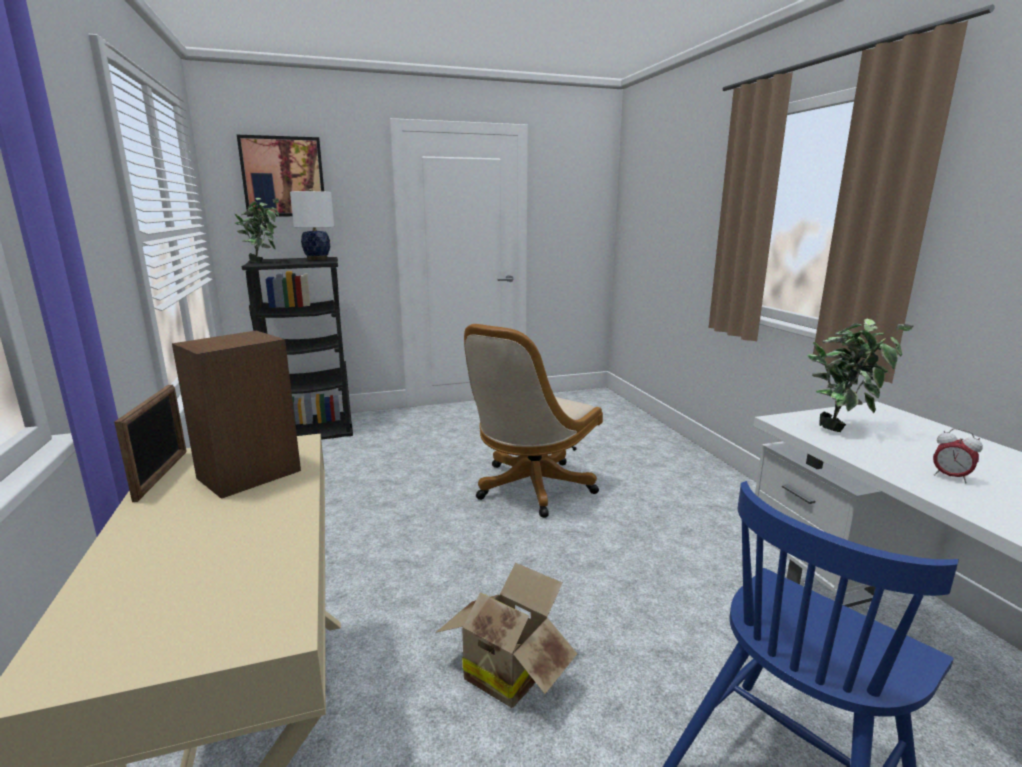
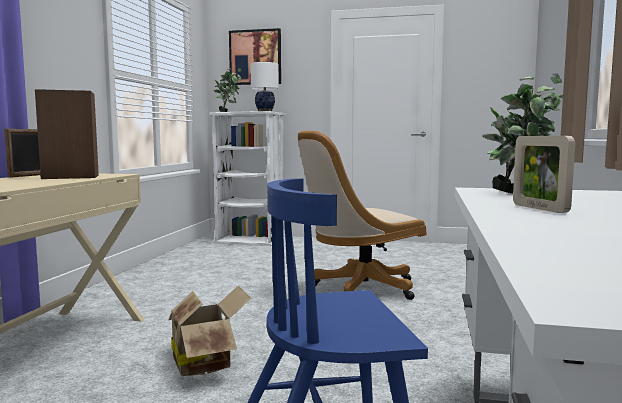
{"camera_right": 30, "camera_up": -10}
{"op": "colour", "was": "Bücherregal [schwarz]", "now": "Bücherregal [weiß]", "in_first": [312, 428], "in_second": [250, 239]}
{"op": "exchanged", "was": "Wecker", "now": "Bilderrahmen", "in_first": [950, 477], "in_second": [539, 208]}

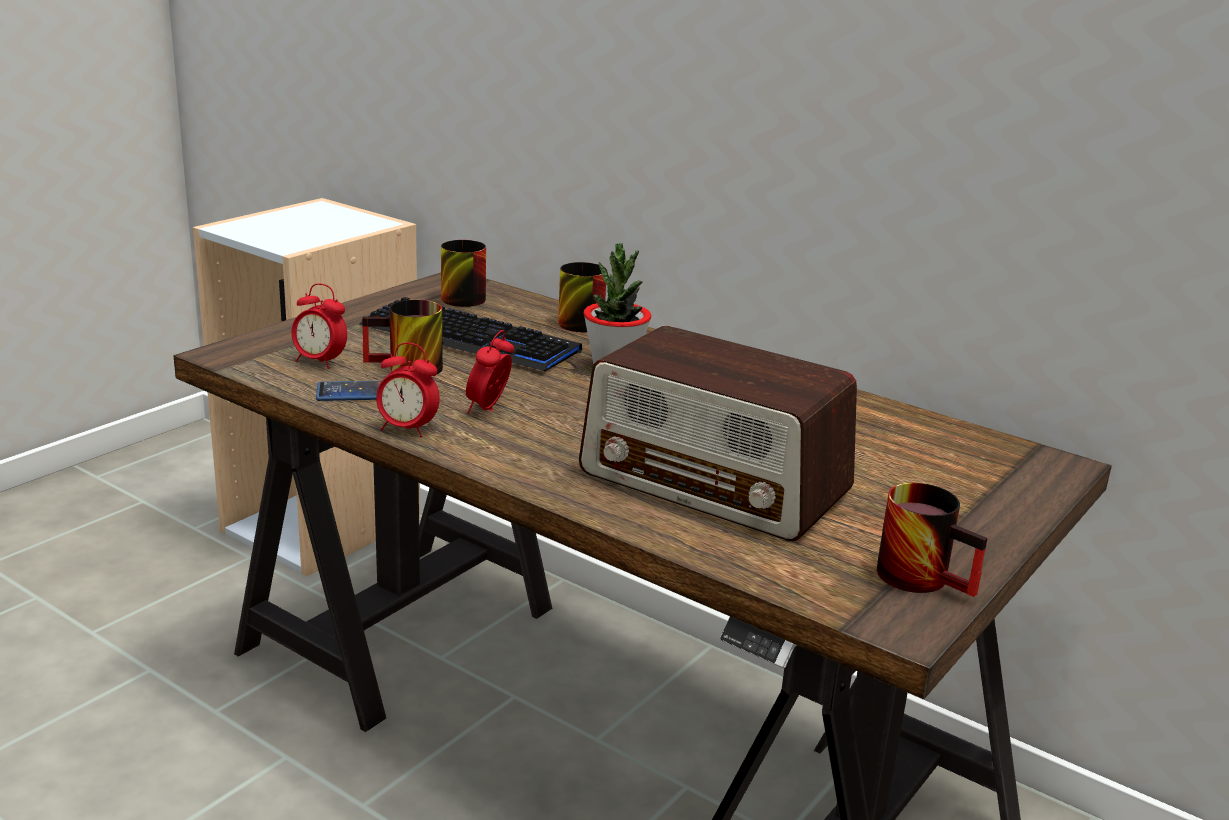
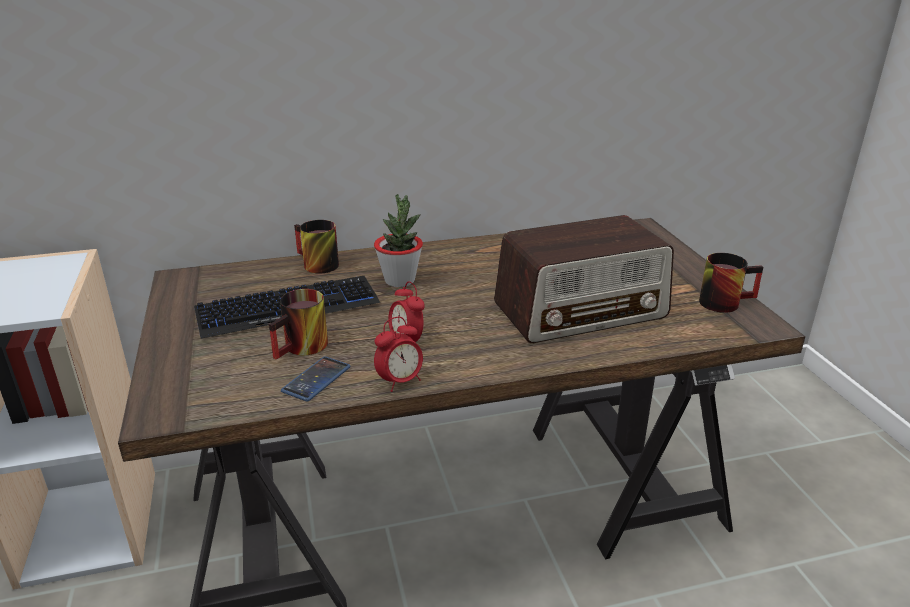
{"camera_right": -50, "camera_up": 5}
{"op": "missing", "was": "Wecker", "in_first": [320, 362]}
{"op": "missing", "was": "Henkelbecher", "in_first": [459, 296]}

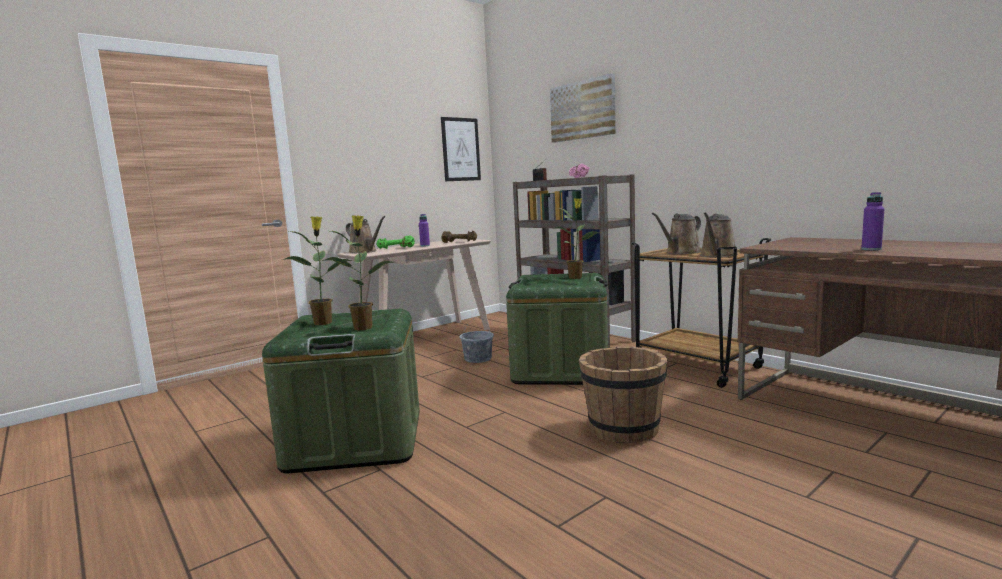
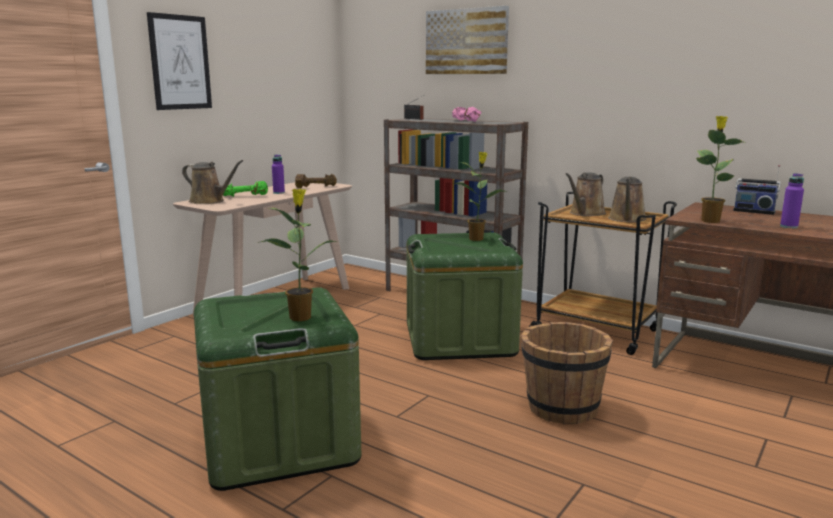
{"camera_right": -15, "camera_up": 5}
{"op": "relocated", "was": "Bild", "in_first": [461, 149], "in_second": [180, 62]}
{"op": "relocated", "was": "Topfpflanze", "in_first": [324, 322], "in_second": [710, 221]}
{"op": "appeared", "now": "Radio", "in_second": [754, 211]}
{"op": "missing", "was": "Eimer [grau]", "in_first": [478, 359]}

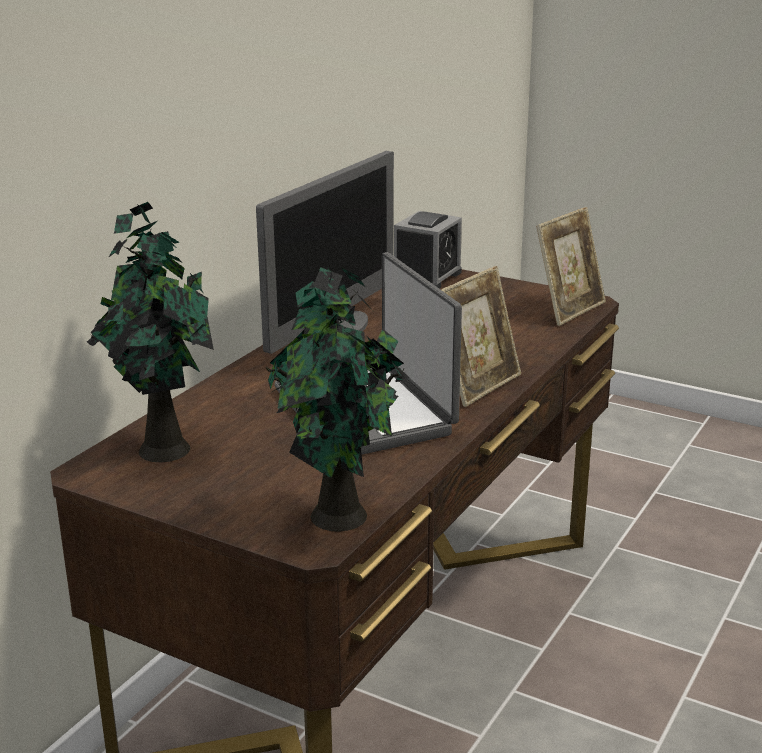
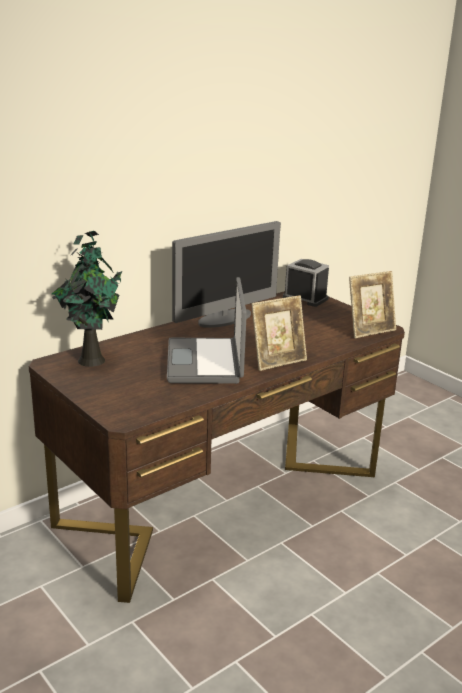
{"camera_right": 20, "camera_up": 0}
{"op": "spun", "was": "Wecker", "in_first": [427, 277], "in_second": [305, 298], "clockwise": -105}
{"op": "missing", "was": "Topfpflanze", "in_first": [340, 519]}

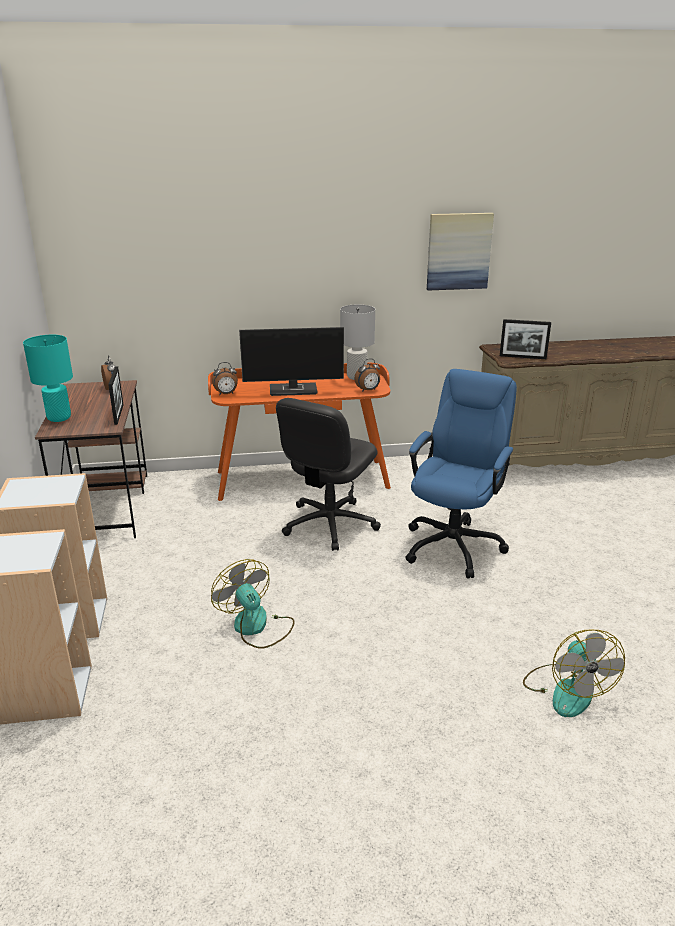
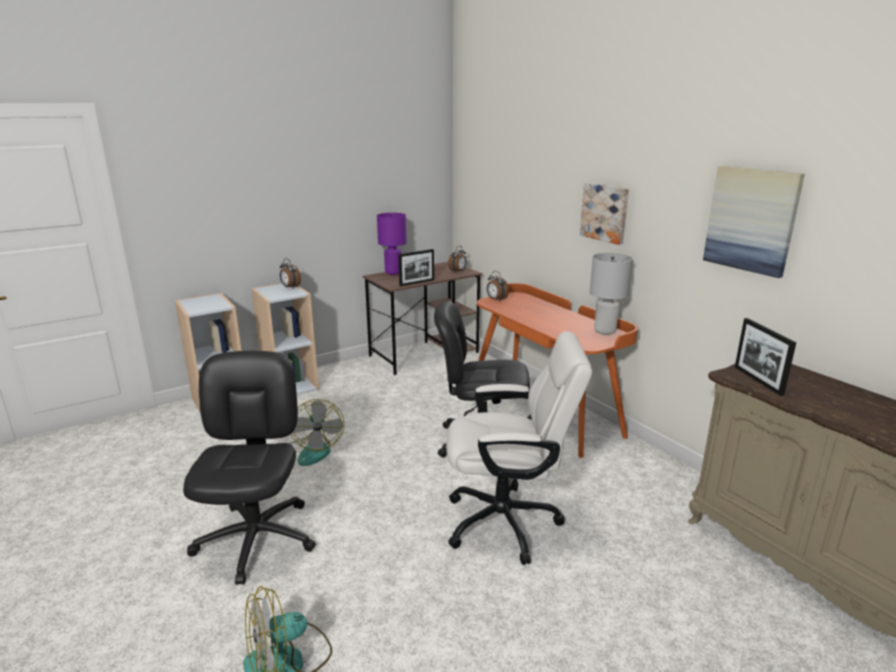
{"camera_right": 65, "camera_up": -5}
{"op": "appeared", "now": "Bürostuhl [schwarz]", "in_second": [257, 538]}
{"op": "relocated", "was": "Wecker", "in_first": [368, 390], "in_second": [290, 287]}
{"op": "spun", "was": "Ventilator", "in_first": [256, 627], "in_second": [313, 450], "clockwise": 135}
{"op": "colour", "was": "Tischlampe [türkis]", "now": "Tischlampe [lila]", "in_first": [60, 419], "in_second": [393, 273]}
{"op": "colour", "was": "Bürostuhl [blau]", "now": "Bürostuhl [weiß]", "in_first": [454, 545], "in_second": [508, 523]}
{"op": "appeared", "now": "Bild", "in_second": [605, 212]}
{"op": "missing", "was": "Monitor", "in_first": [294, 390]}

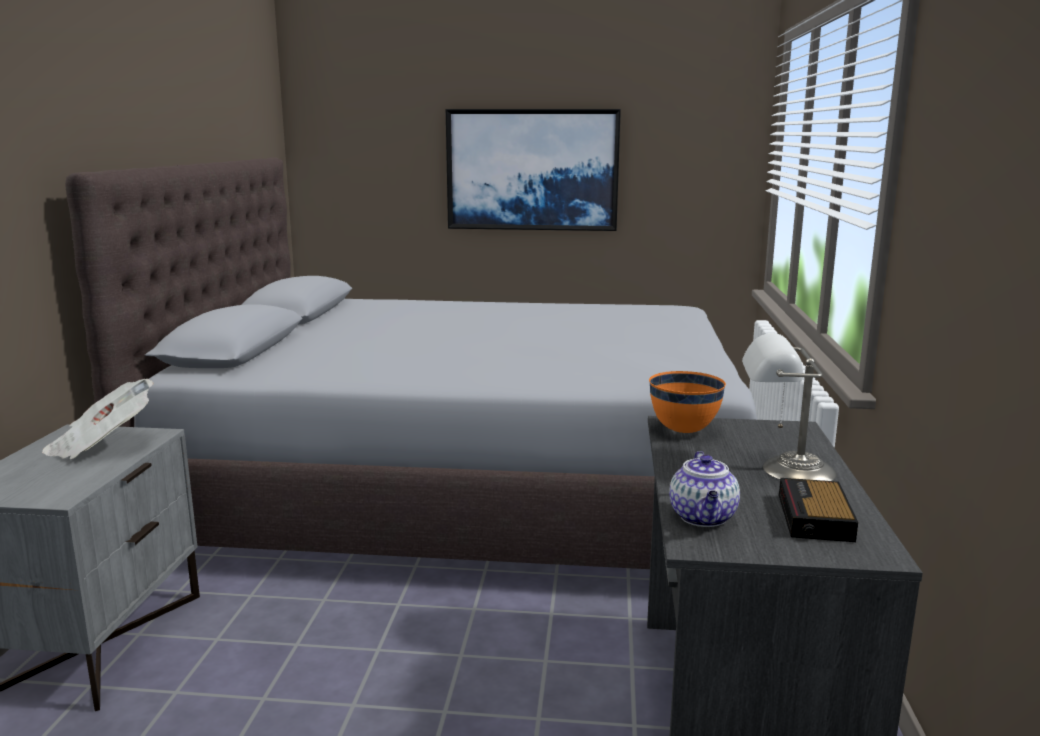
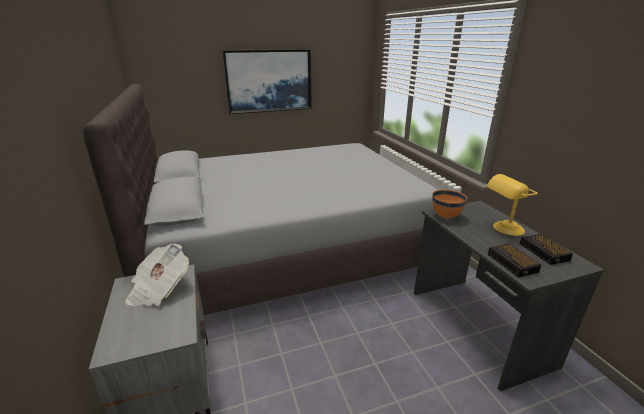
{"camera_right": -25, "camera_up": 10}
{"op": "colour", "was": "Tischlampe [weiß]", "now": "Tischlampe [gelb]", "in_first": [783, 470], "in_second": [504, 229]}
{"op": "exchanged", "was": "Teekanne", "now": "Wecker", "in_first": [703, 518], "in_second": [513, 263]}

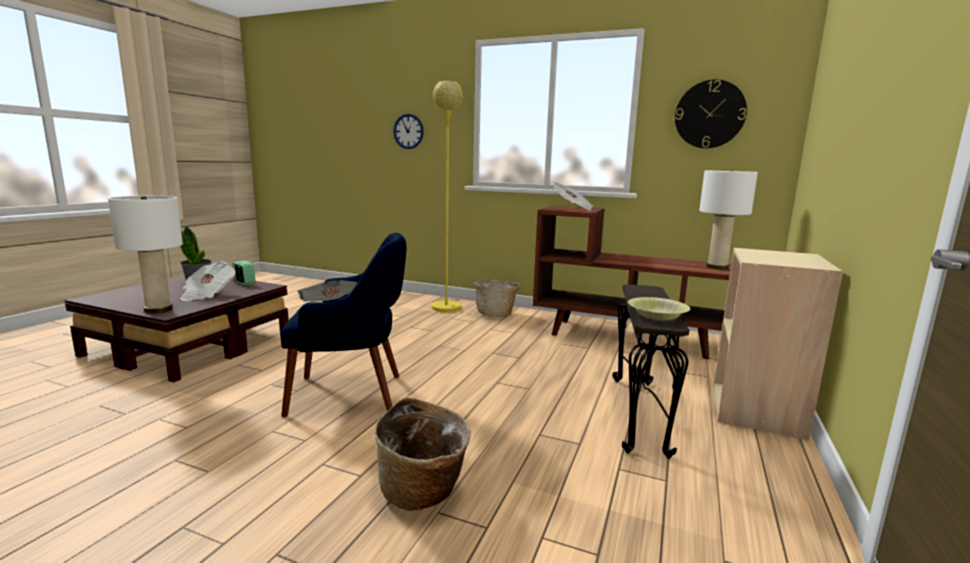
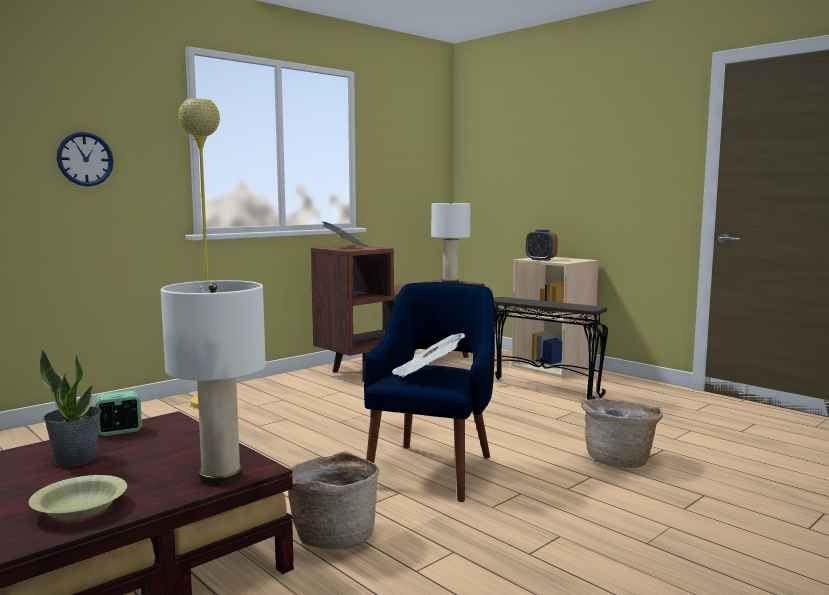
{"camera_right": -65, "camera_up": -5}
{"op": "relocated", "was": "Schüssel [gelb]", "in_first": [657, 315], "in_second": [80, 508]}
{"op": "relocated", "was": "Korb", "in_first": [495, 314], "in_second": [333, 536]}
{"op": "appeared", "now": "Wecker", "in_second": [541, 259]}
{"op": "missing", "was": "Zeitung", "in_first": [207, 294]}
{"op": "missing", "was": "Wanduhr", "in_first": [709, 114]}

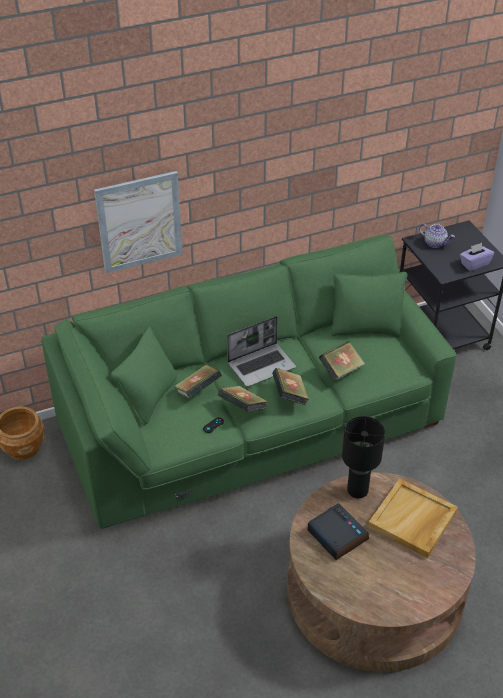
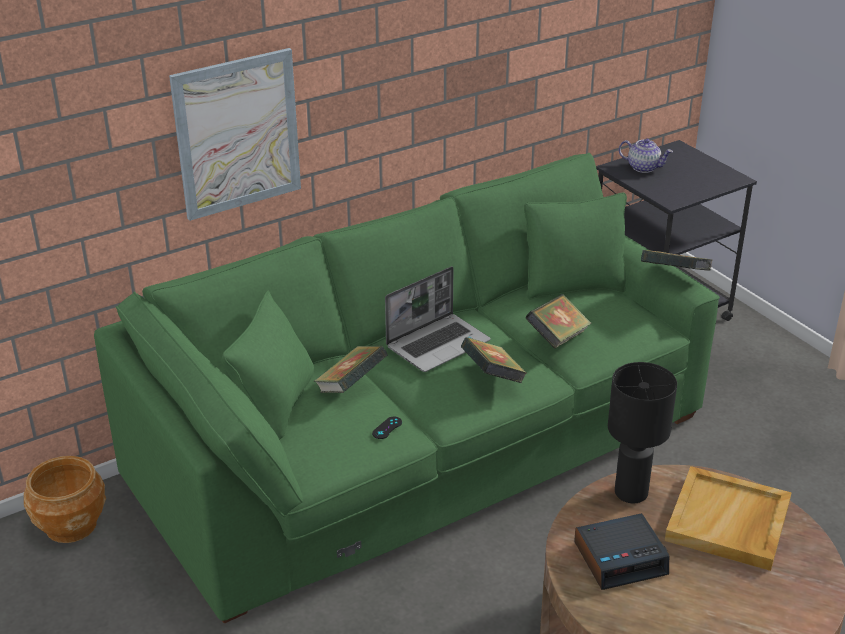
{"camera_right": -10, "camera_up": -10}
{"op": "spun", "was": "Wecker", "in_first": [336, 535], "in_second": [621, 558], "clockwise": 120}
{"op": "relocated", "was": "Buch", "in_first": [243, 408], "in_second": [674, 277]}
{"op": "missing", "was": "Taschentuchbox [lila]", "in_first": [474, 264]}

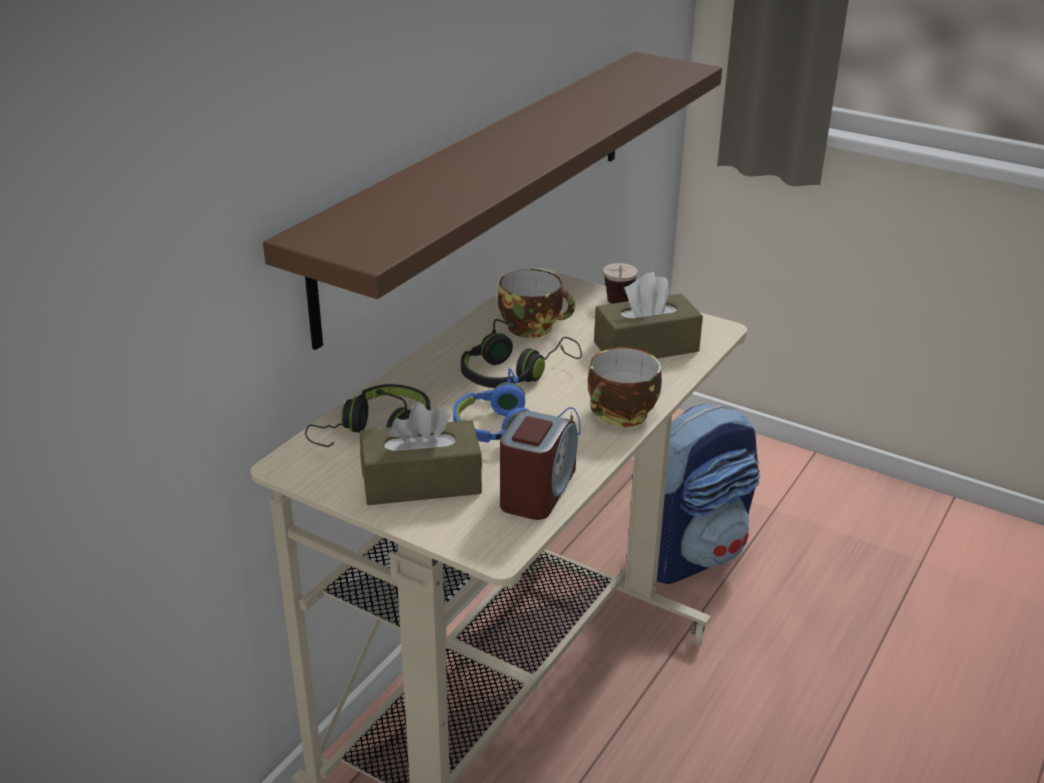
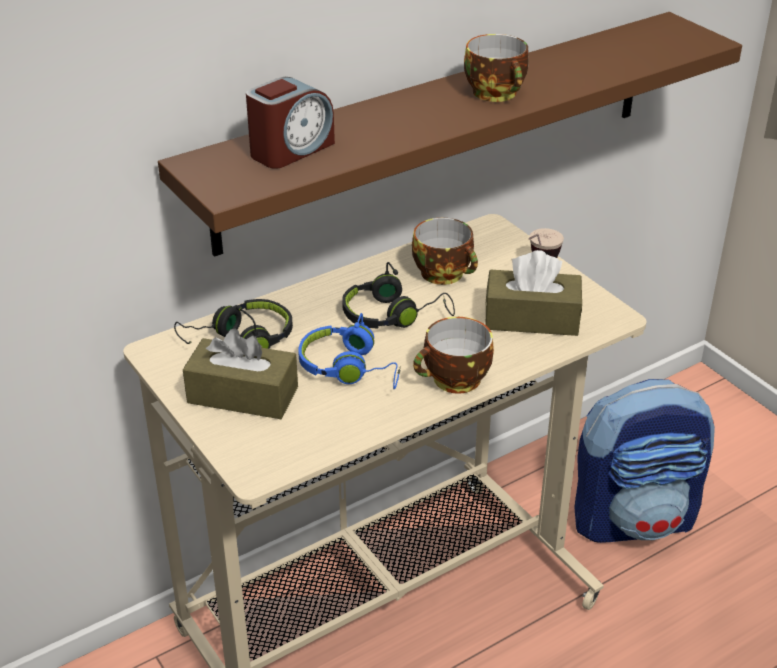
{"camera_right": 25, "camera_up": 5}
{"op": "relocated", "was": "Wecker", "in_first": [537, 490], "in_second": [291, 150]}
{"op": "appeared", "now": "Tasse", "in_second": [498, 93]}

